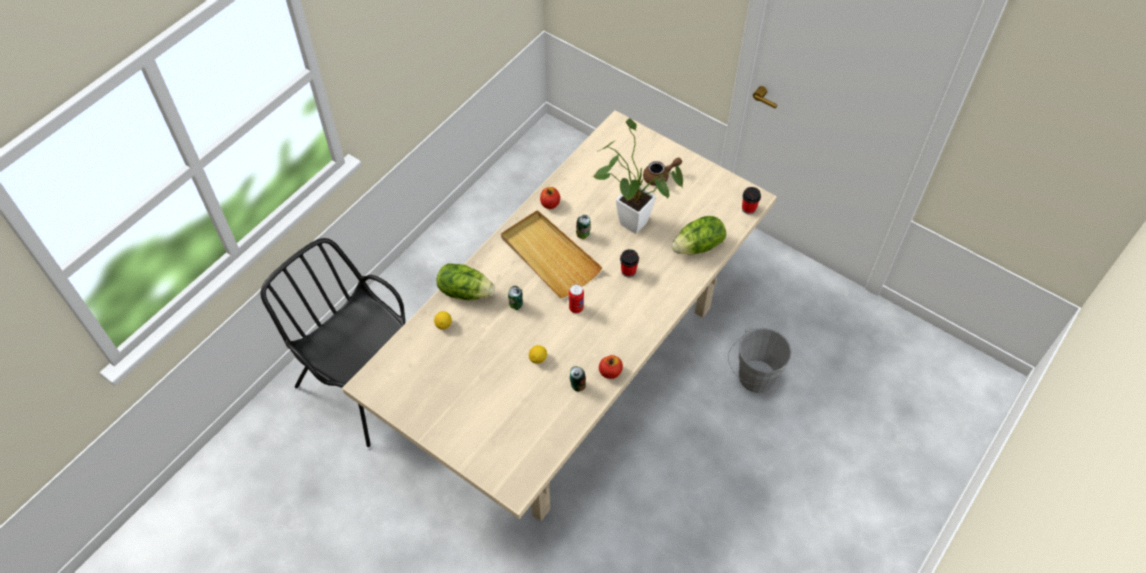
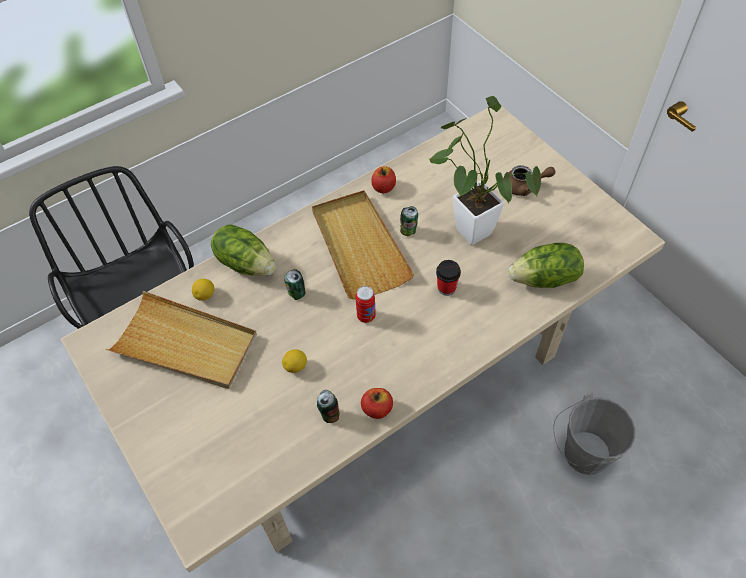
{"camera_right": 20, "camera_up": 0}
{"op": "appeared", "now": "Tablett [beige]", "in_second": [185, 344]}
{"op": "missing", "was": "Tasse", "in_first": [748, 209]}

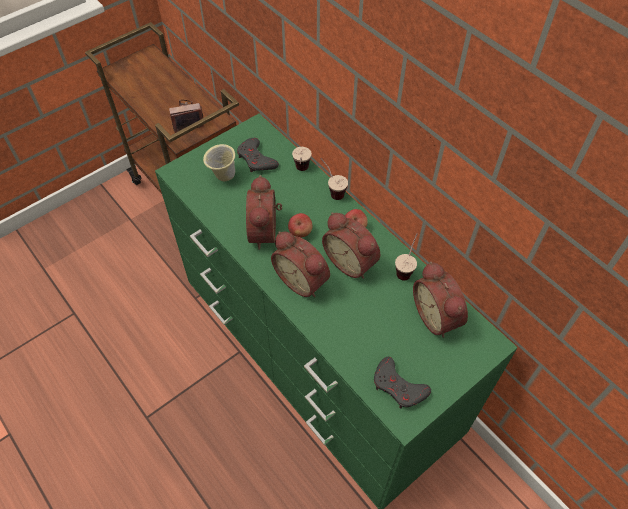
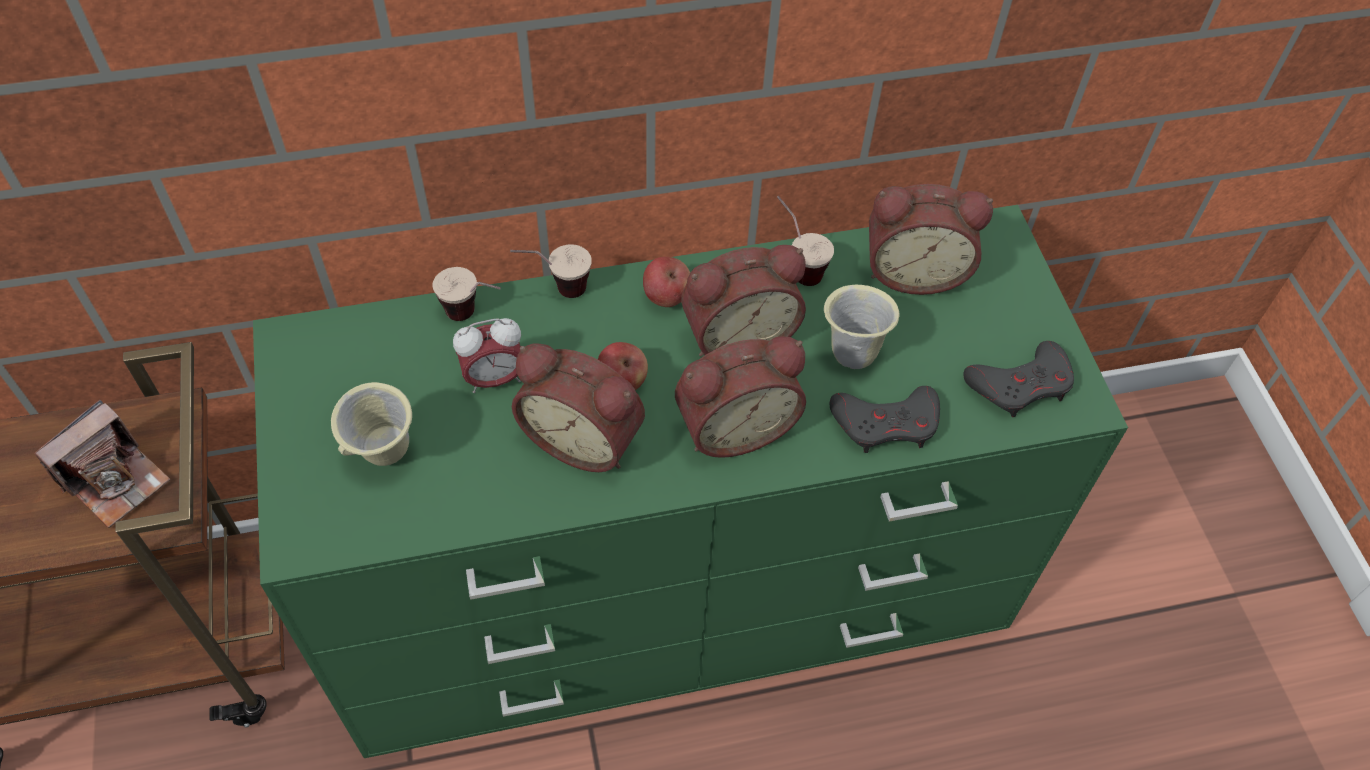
{"camera_right": -65, "camera_up": 0}
{"op": "spun", "was": "Kamera", "in_first": [186, 120], "in_second": [116, 480], "clockwise": -150}
{"op": "appeared", "now": "Wecker", "in_second": [494, 379]}
{"op": "appeared", "now": "Henkelbecher [beige]", "in_second": [852, 351]}
{"op": "relocated", "was": "Gamepad [grau]", "in_first": [256, 159], "in_second": [886, 423]}

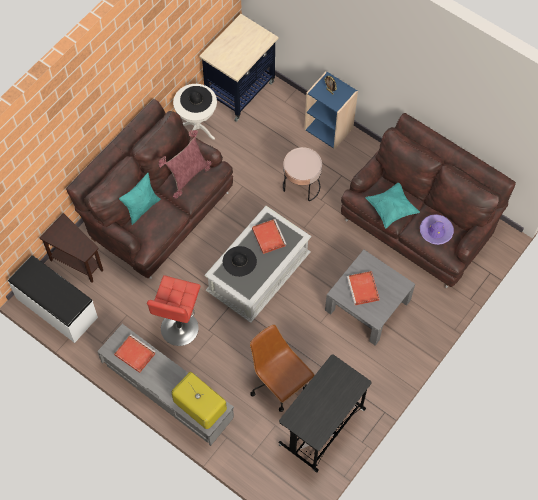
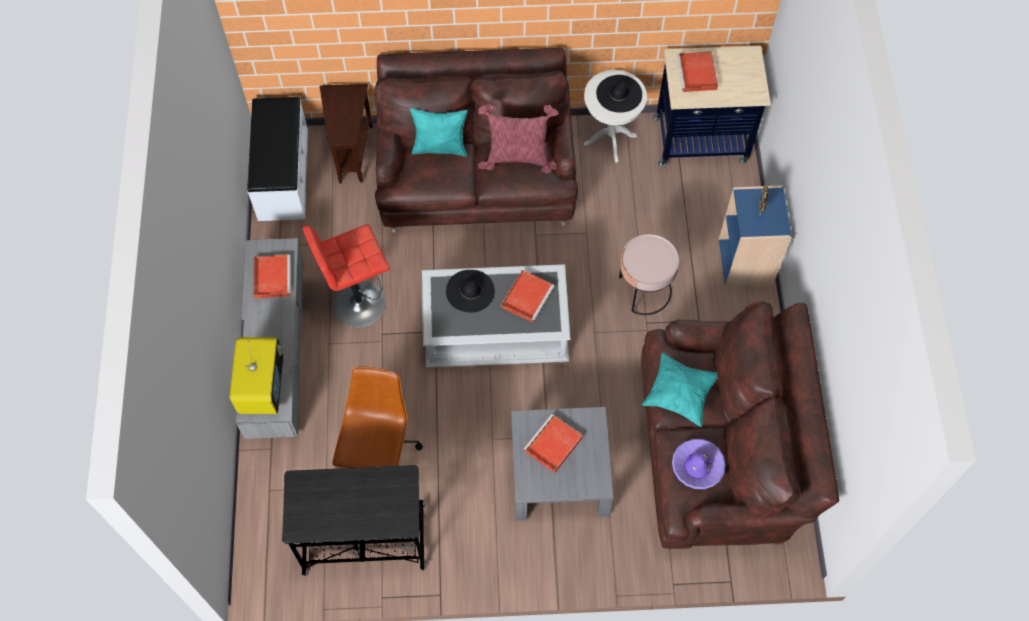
{"camera_right": 50, "camera_up": 0}
{"op": "appeared", "now": "Tablett [rot]", "in_second": [697, 74]}

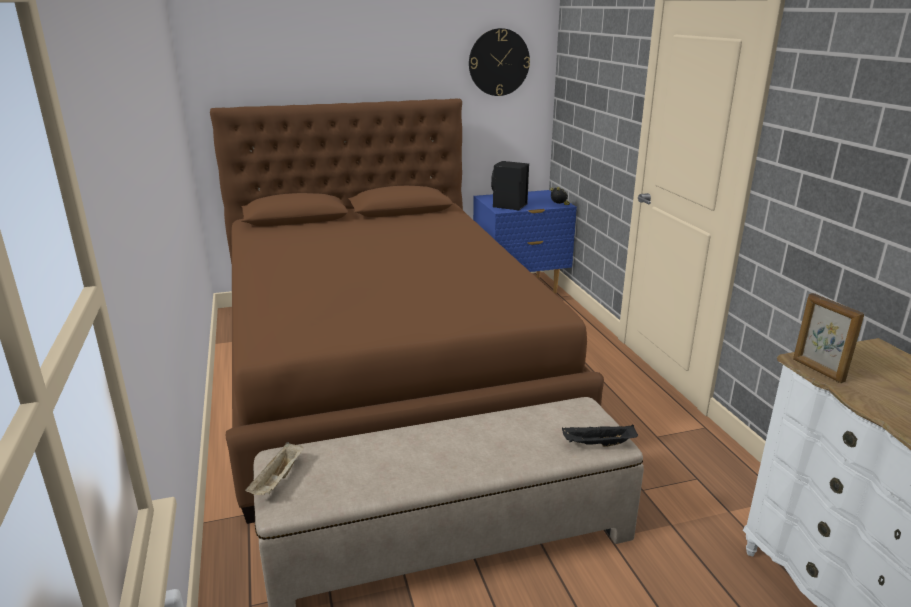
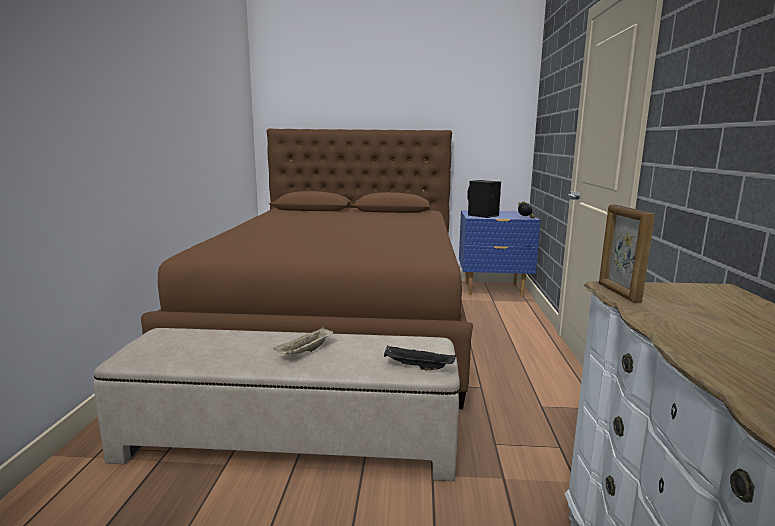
{"camera_right": 20, "camera_up": -10}
{"op": "relocated", "was": "Tablett [beige]", "in_first": [278, 480], "in_second": [305, 352]}
{"op": "missing", "was": "Wanduhr", "in_first": [499, 62]}

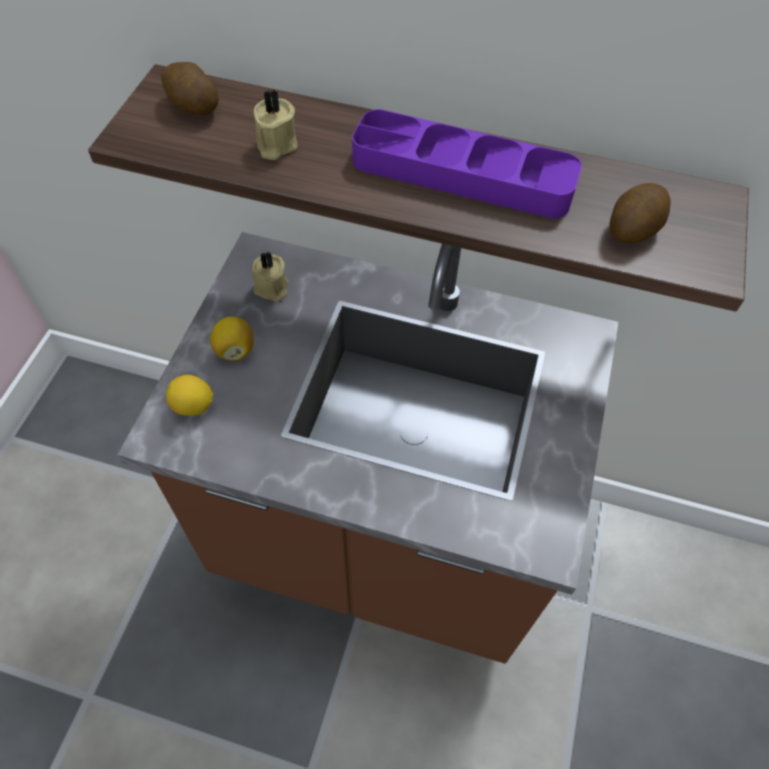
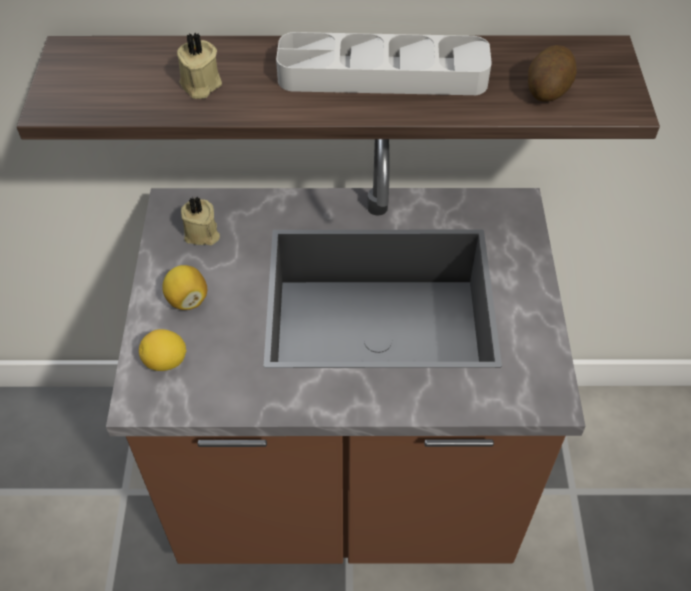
{"camera_right": -15, "camera_up": -5}
{"op": "colour", "was": "Tablett [lila]", "now": "Tablett [grau]", "in_first": [462, 174], "in_second": [382, 74]}
{"op": "missing", "was": "Kartoffel", "in_first": [192, 106]}

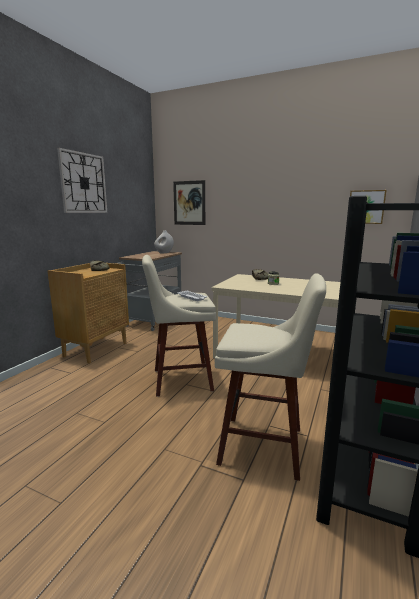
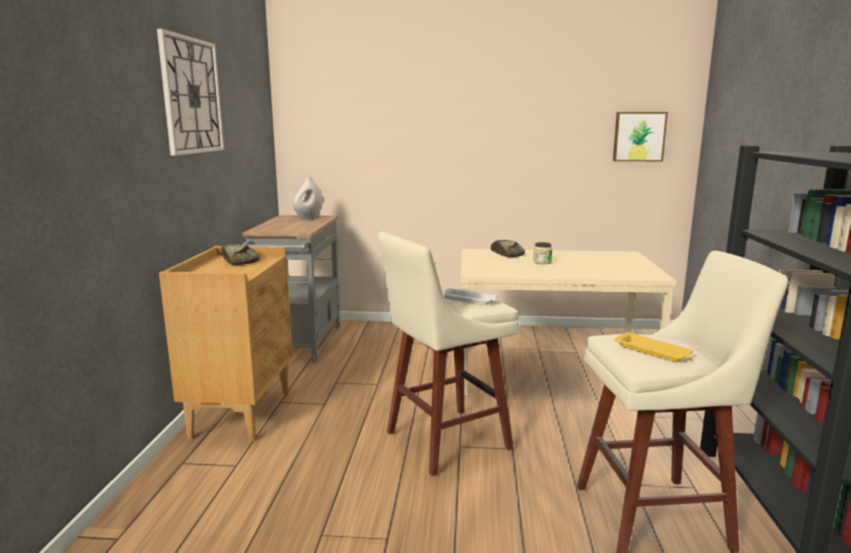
{"camera_right": -20, "camera_up": 0}
{"op": "appeared", "now": "Tablett [gelb]", "in_second": [653, 351]}
{"op": "missing", "was": "Bild", "in_first": [189, 203]}

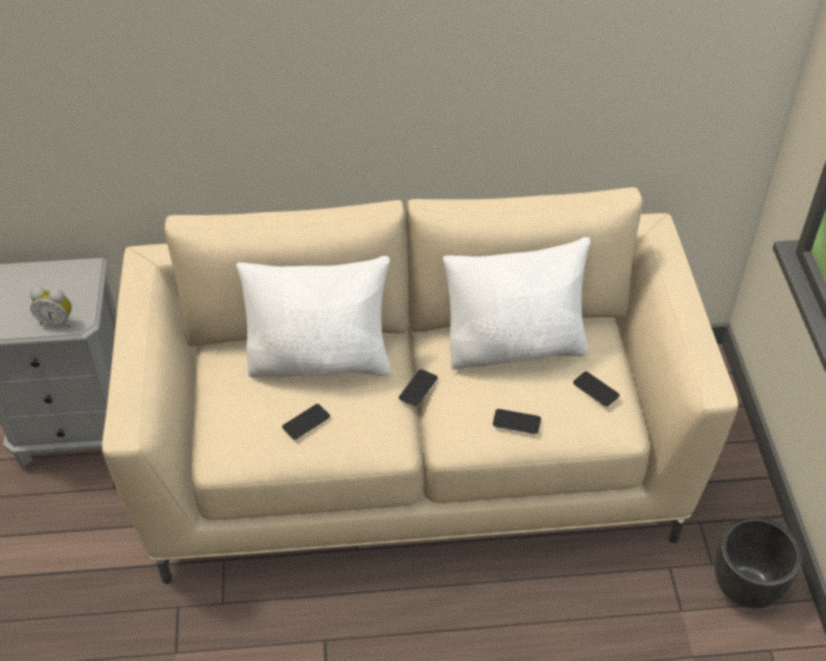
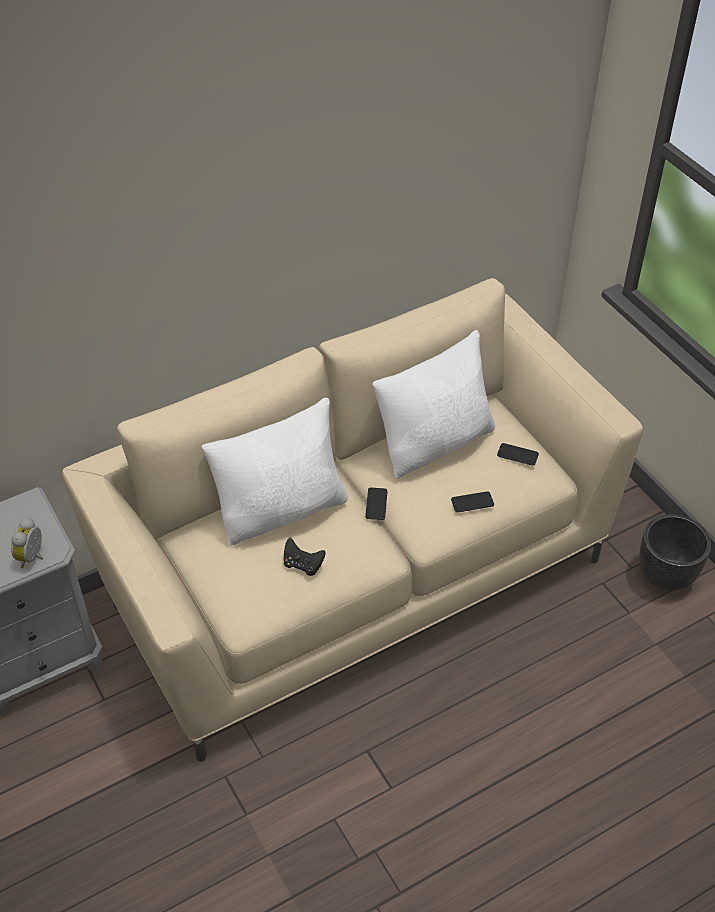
{"camera_right": -25, "camera_up": 0}
{"op": "spun", "was": "Wecker", "in_first": [57, 321], "in_second": [33, 557], "clockwise": 120}
{"op": "exchanged", "was": "Handy", "now": "Gamepad [schwarz]", "in_first": [306, 422], "in_second": [303, 565]}

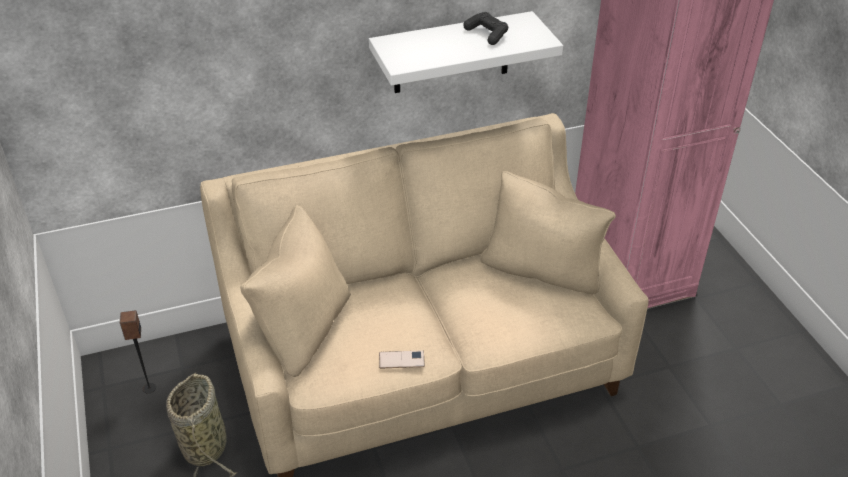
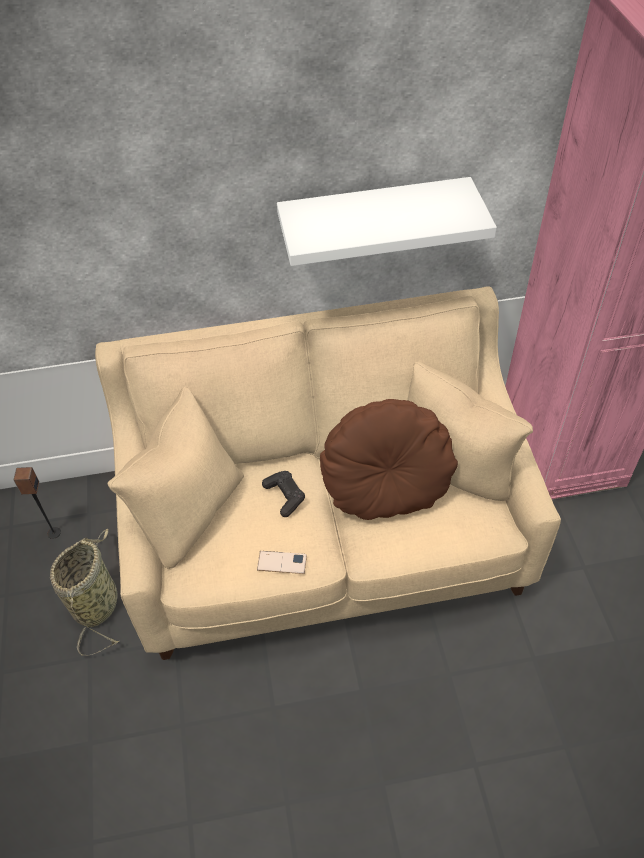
{"camera_right": 10, "camera_up": 10}
{"op": "relocated", "was": "Gamepad [schwarz]", "in_first": [487, 34], "in_second": [285, 496]}
{"op": "appeared", "now": "Kissen [braun]", "in_second": [386, 496]}

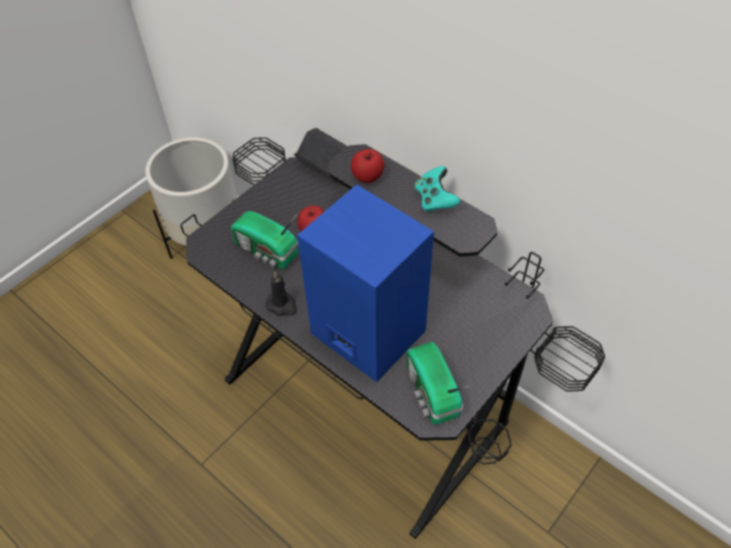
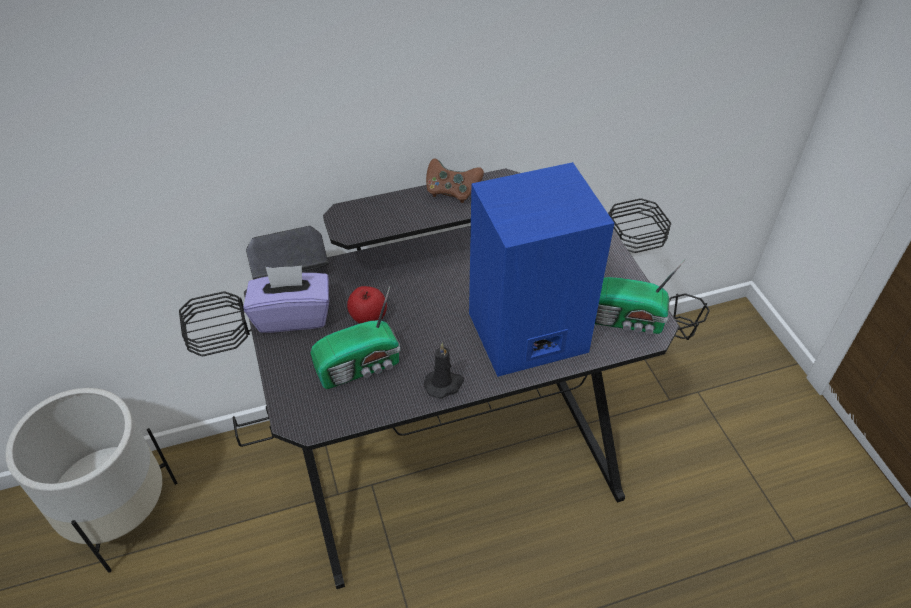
{"camera_right": -60, "camera_up": -5}
{"op": "appeared", "now": "Taschentuchbox [lila]", "in_second": [292, 316]}
{"op": "colour", "was": "Gamepad [türkis]", "now": "Gamepad [braun]", "in_first": [435, 199], "in_second": [452, 191]}
{"op": "missing", "was": "Apfel", "in_first": [367, 177]}

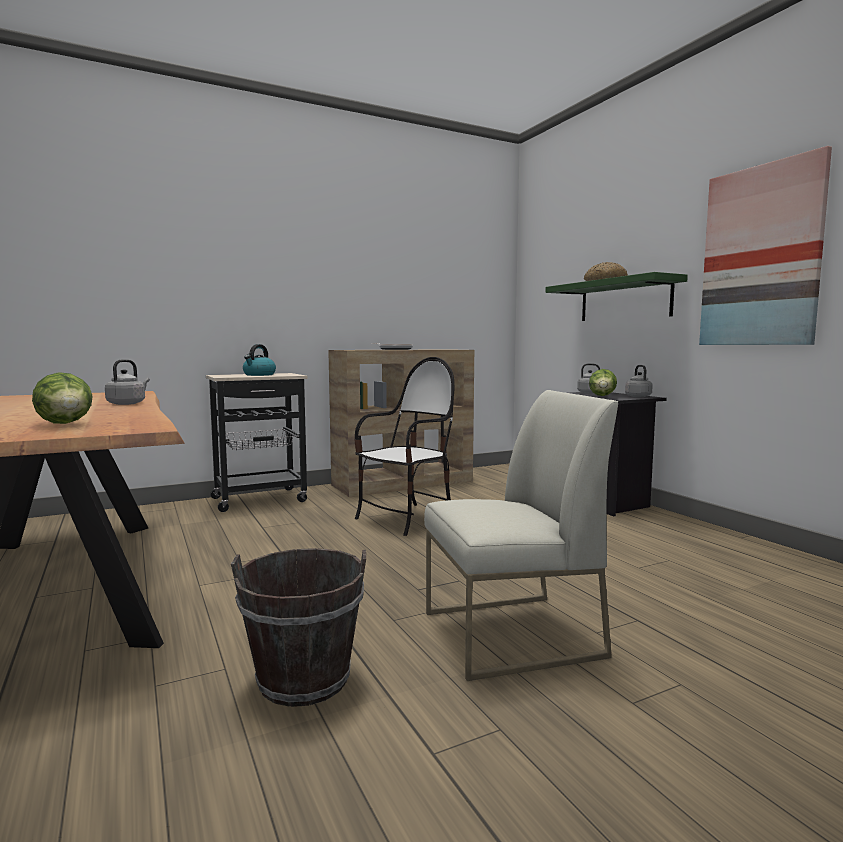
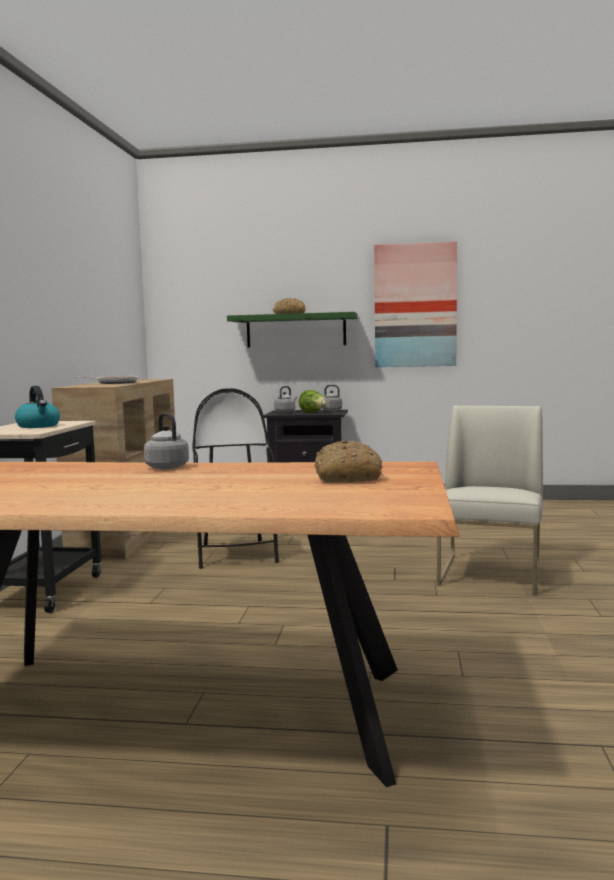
{"camera_right": -55, "camera_up": 0}
{"op": "exchanged", "was": "Salatkopf", "now": "Brot", "in_first": [66, 424], "in_second": [346, 477]}
{"op": "missing", "was": "Eimer [braun]", "in_first": [303, 680]}

